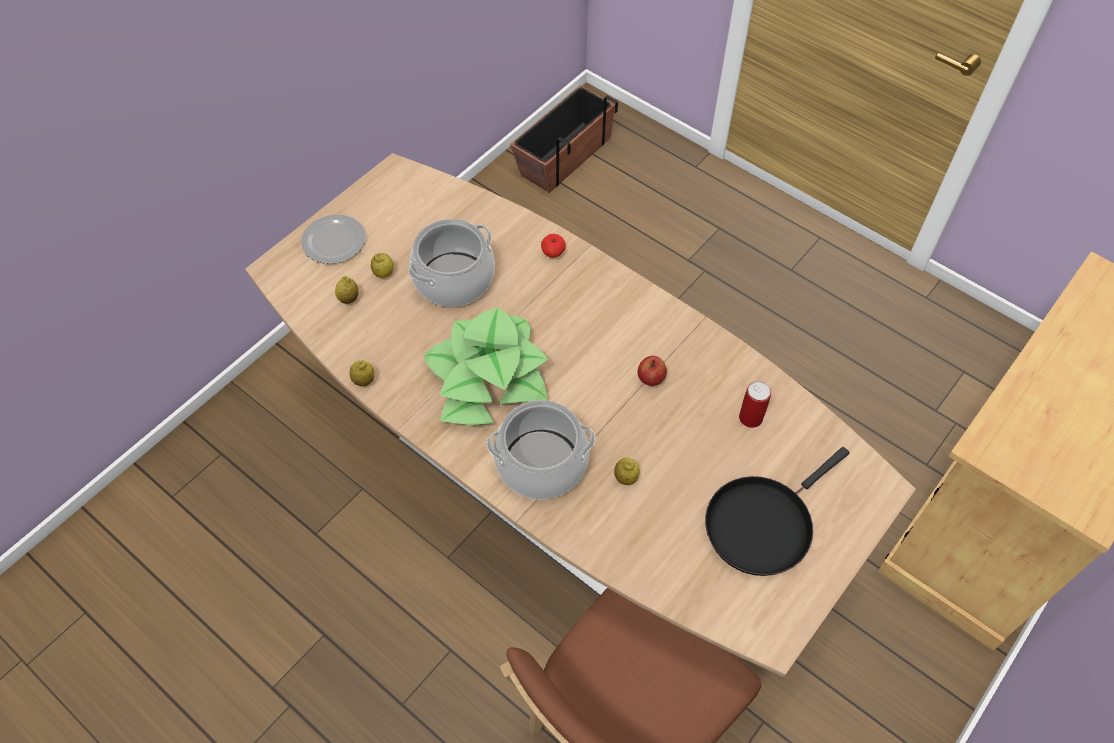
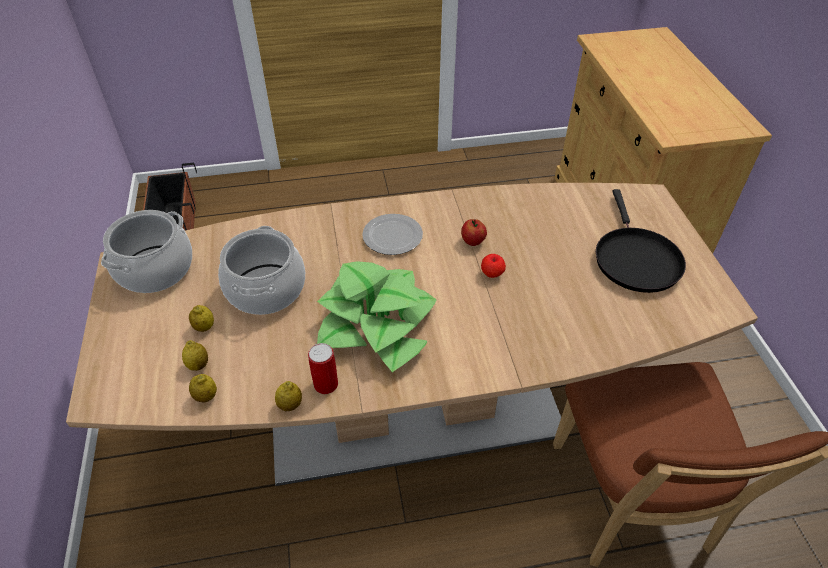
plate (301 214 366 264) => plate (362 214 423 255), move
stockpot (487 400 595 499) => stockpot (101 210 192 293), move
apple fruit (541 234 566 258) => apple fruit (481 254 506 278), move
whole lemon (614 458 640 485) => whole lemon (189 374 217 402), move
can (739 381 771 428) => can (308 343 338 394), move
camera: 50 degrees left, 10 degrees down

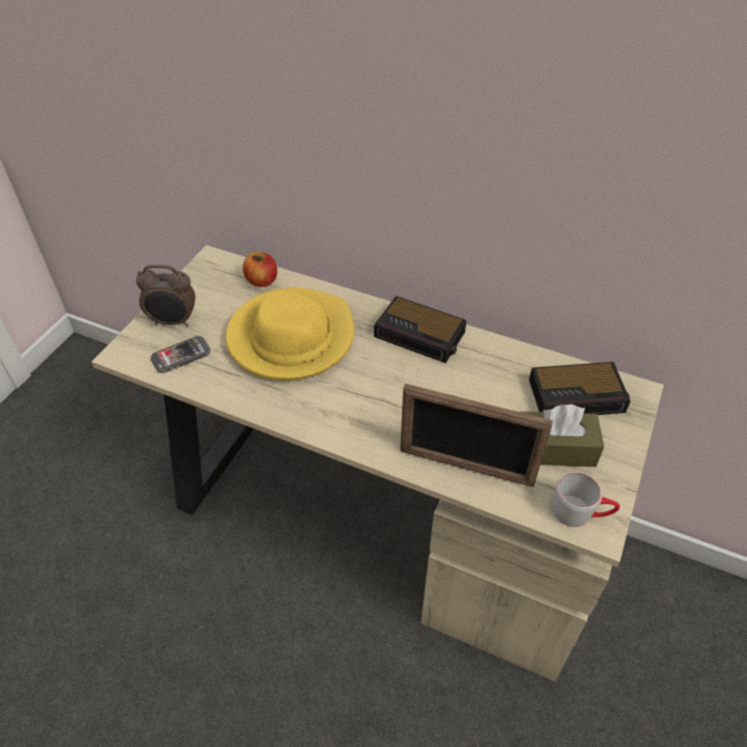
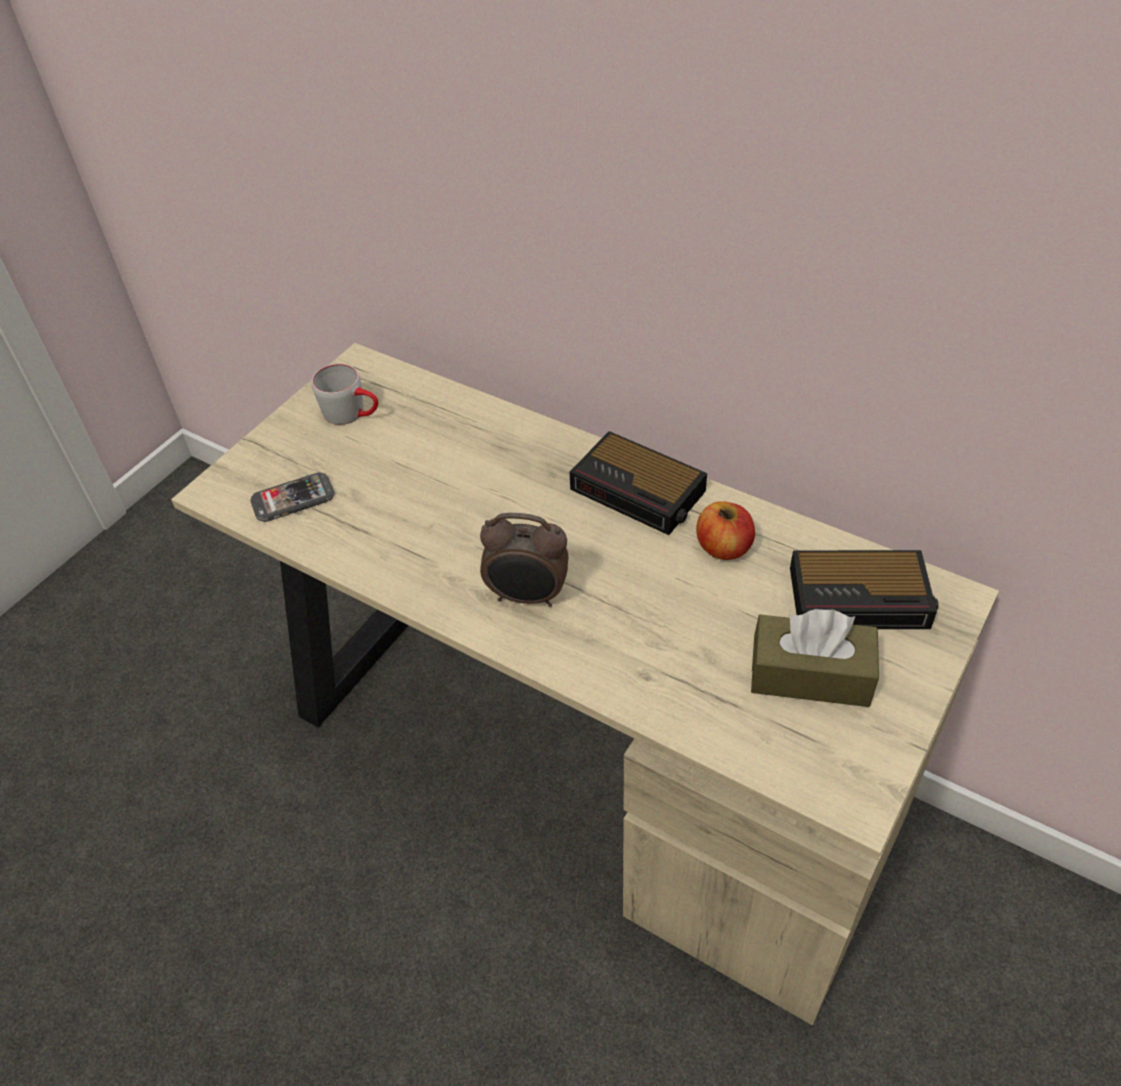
table clock (136 264 195 326) => table clock (480 513 568 607), move
yellow wearable hat (226 288 354 381) => nothing
apple fruit (243 252 277 287) => apple fruit (696 501 755 560), move
photo frame (400 384 553 487) => nothing
gray tea mug (553 472 620 527) => gray tea mug (312 364 378 425), move
camera: 10 degrees right, 0 degrees up

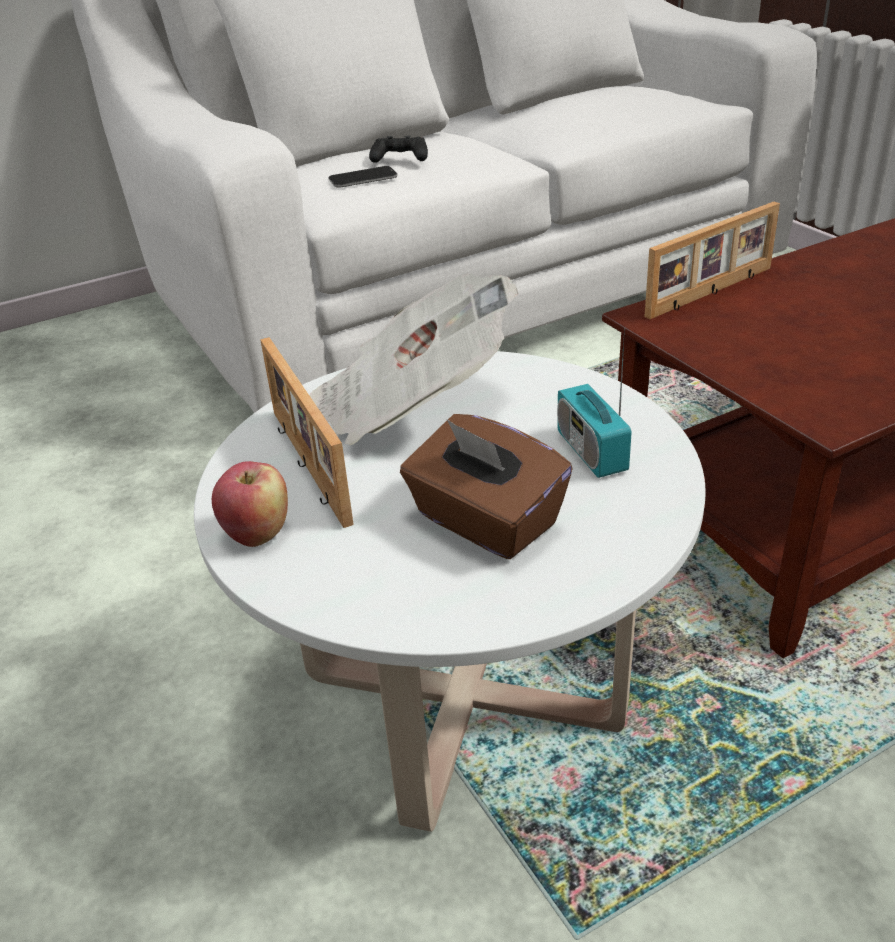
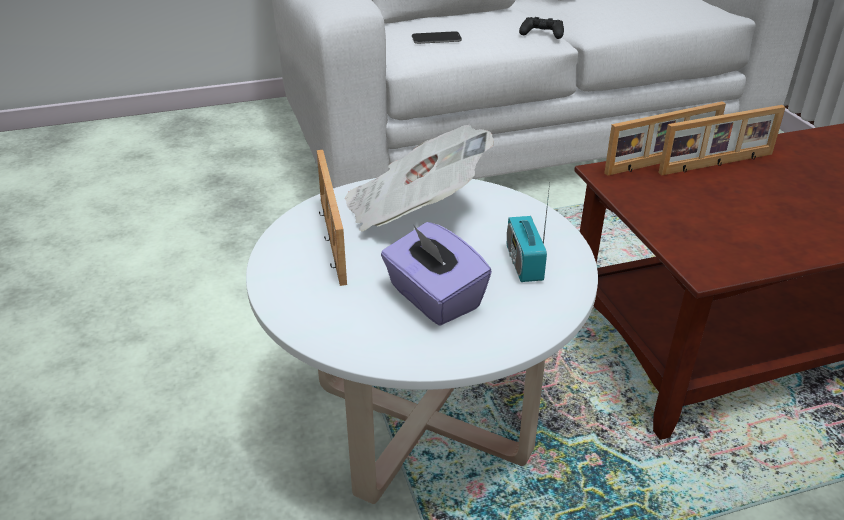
apple fruit (212 461 288 547) => nothing
black joypad (369 135 428 163) => black joypad (519 17 564 39), move
brownish tissue holder (400 414 573 559) => purple-coloured tissue holder (381 222 492 326)
nothing => photo frame (658 105 785 175)
camera: 10 degrees right, 0 degrees up

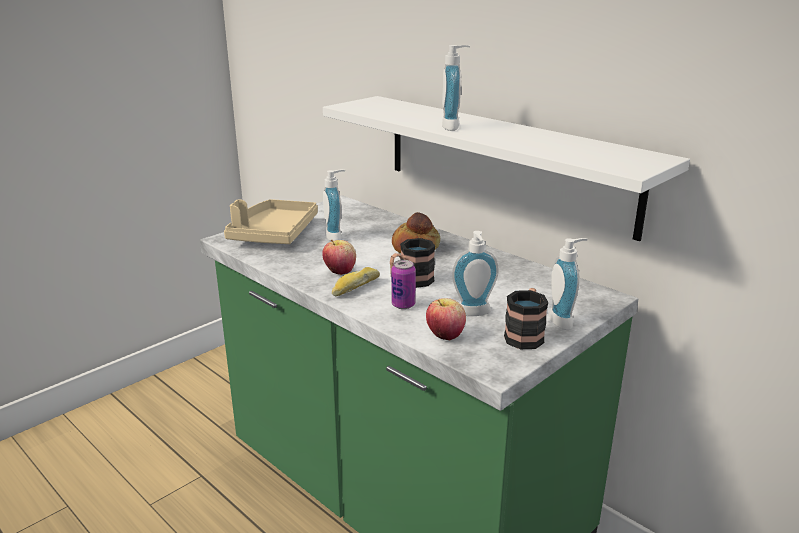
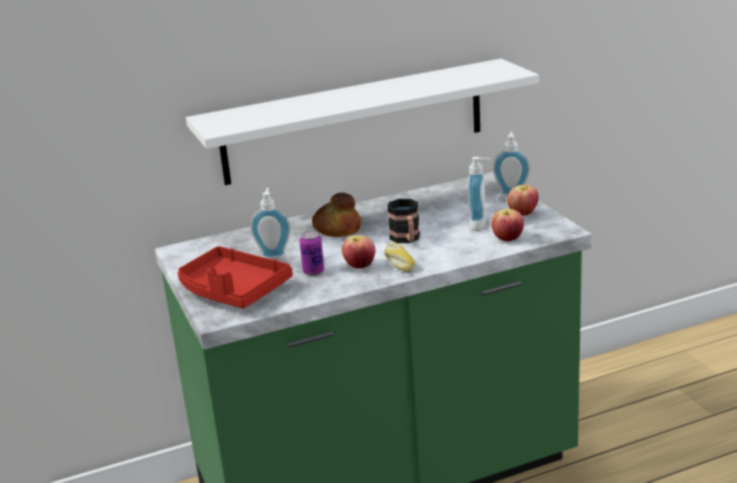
sand-coloured tray (224 199 318 244) => reddish tray (178 246 293 308)
can (391 260 416 309) => can (300 231 324 276), move
liquid soap bottle (442 45 470 131) => nothing
tea mug (504 288 549 349) => apple fruit (507 185 539 216)
camera: 65 degrees left, 0 degrees up

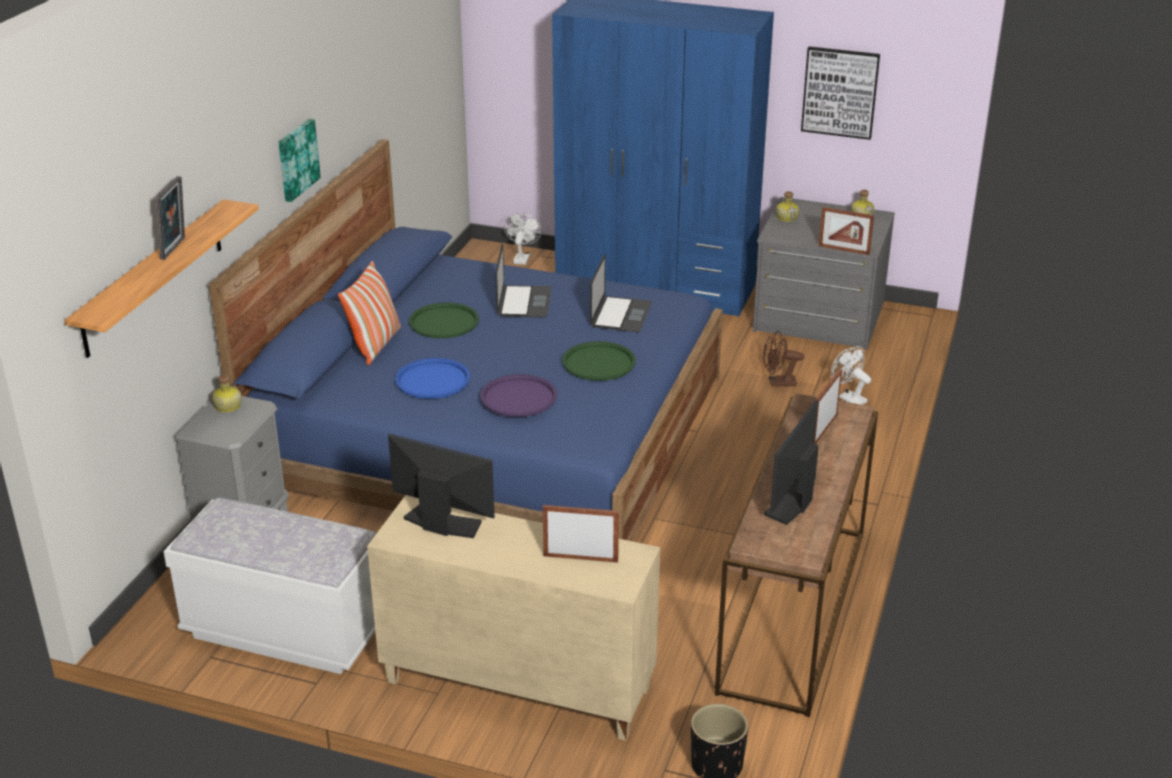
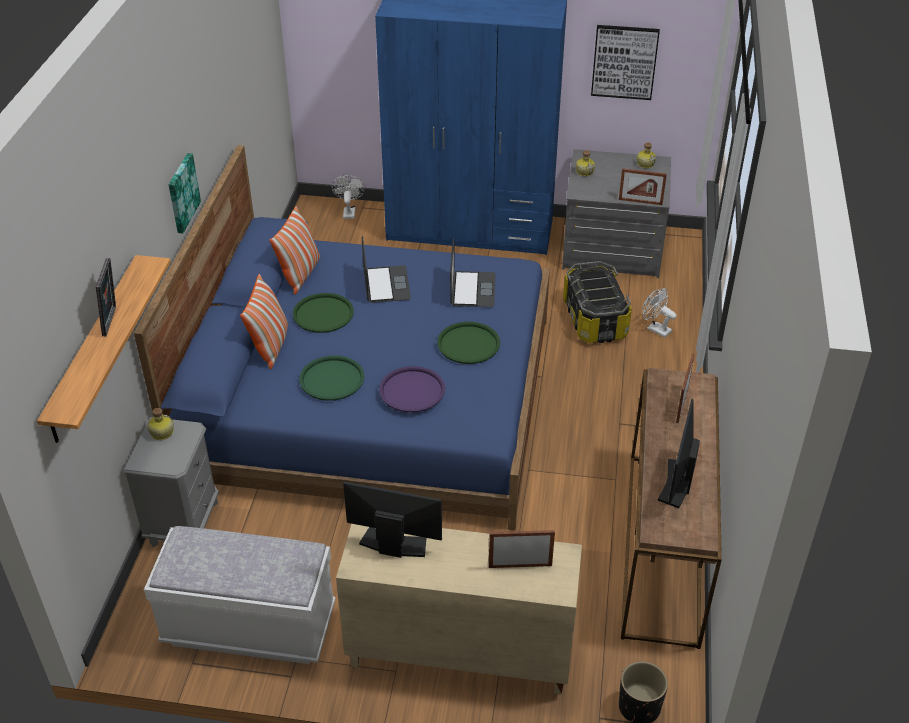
blue-coloured tray (395 358 470 399) => greenish tray (299 356 365 401)
brownish electric fan (763 331 804 386) => storage box (563 261 632 343)
nothing => cushion (269 206 320 295)
camera: 10 degrees left, 10 degrees up

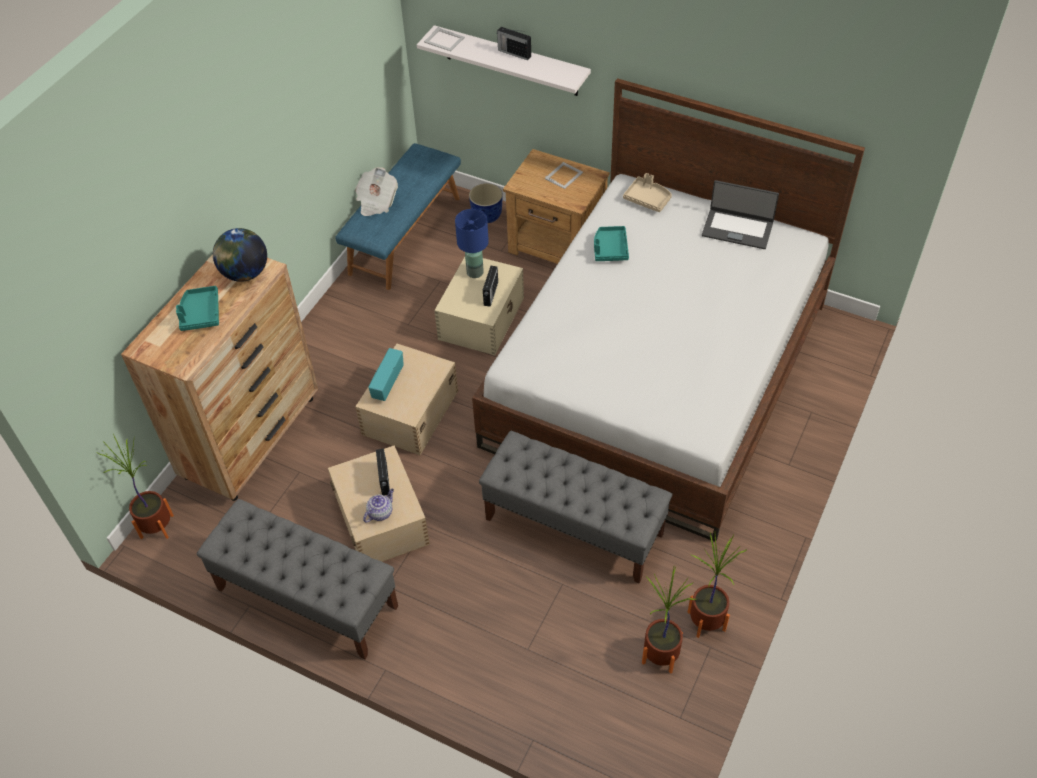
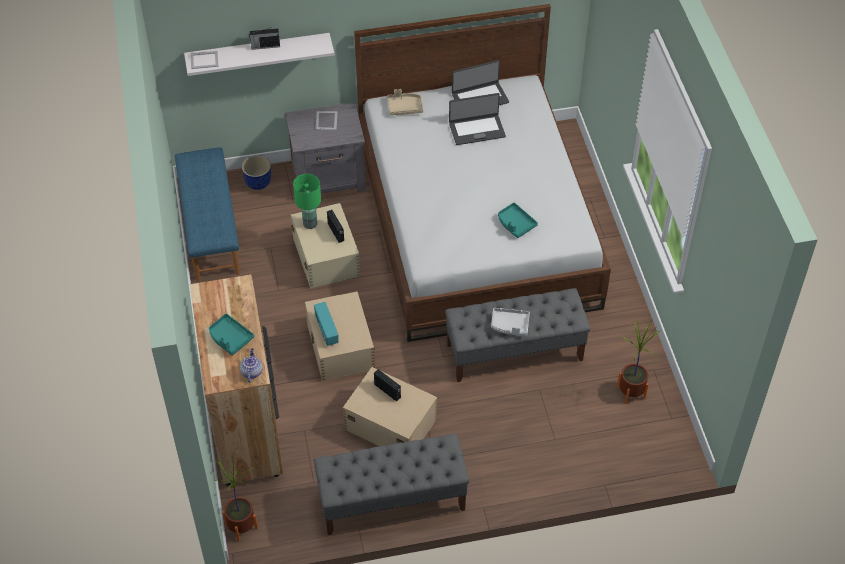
world globe (213 228 267 282) => nothing
printed paper (355 167 398 216) => nothing
pot for tea (363 489 394 523) => pot for tea (240 348 262 383), move
blue-coloured table lamp (455 209 489 278) => greenish table lamp (293 174 321 229)
brownish bedside table (503 149 610 264) => gray bedside table (285 103 365 193)
turquoise tray (594 226 629 261) => turquoise tray (498 202 538 238), move
potted plant (687 533 747 638) => nothing
nothing => laptop (449 93 506 145)
nothing => gray tray (491 308 530 336)
camera: 40 degrees left, 0 degrees up

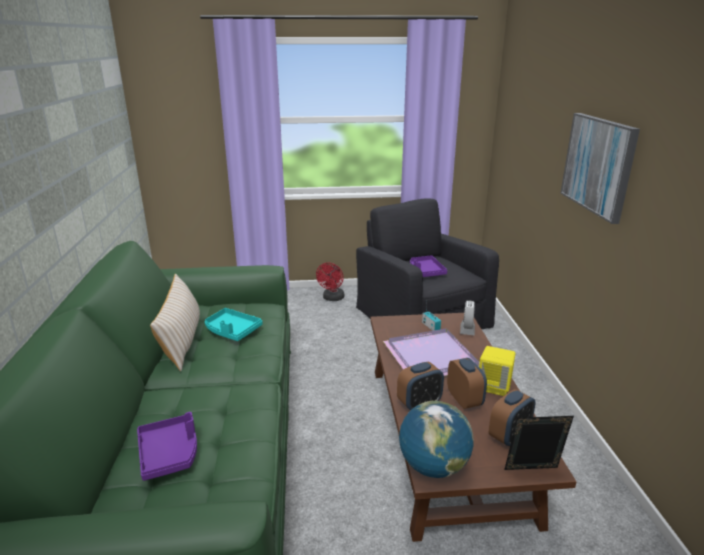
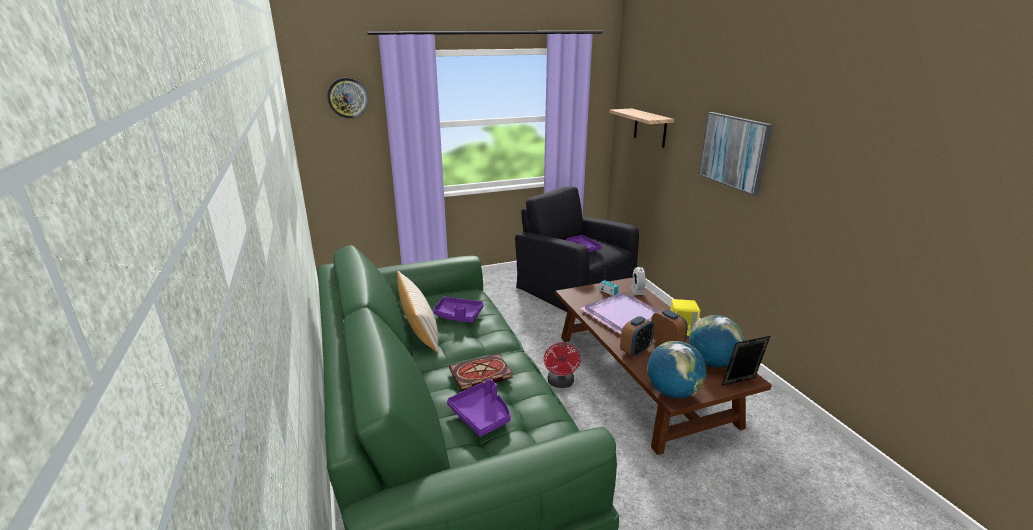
turquoise tray (204 308 262 341) => purple-coloured tray (433 297 484 323)
reddish electric fan (316 262 344 301) => reddish electric fan (544 342 581 388), move
table clock (489 389 535 447) => world globe (689 315 744 367)
nothing => clock on the wall (327 78 368 118)
nothing => bound book (449 354 513 391)
nothing => shelf (609 108 674 148)
camera: 15 degrees left, 0 degrees up

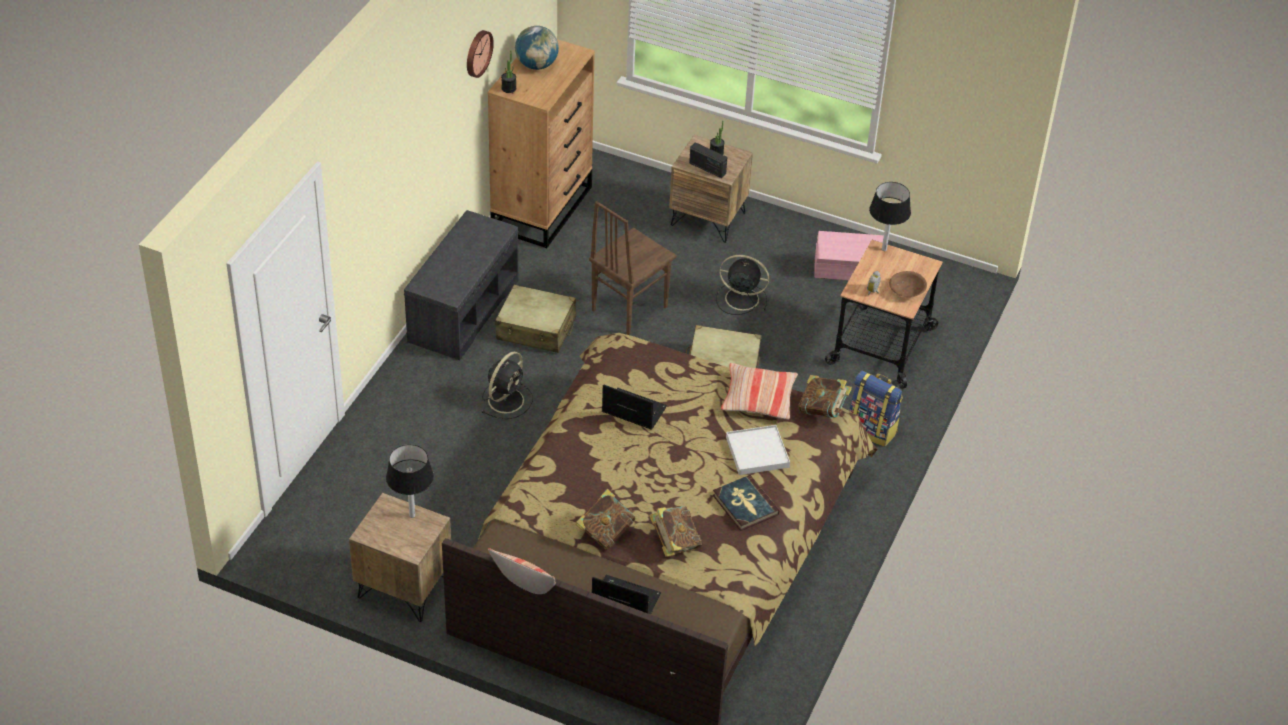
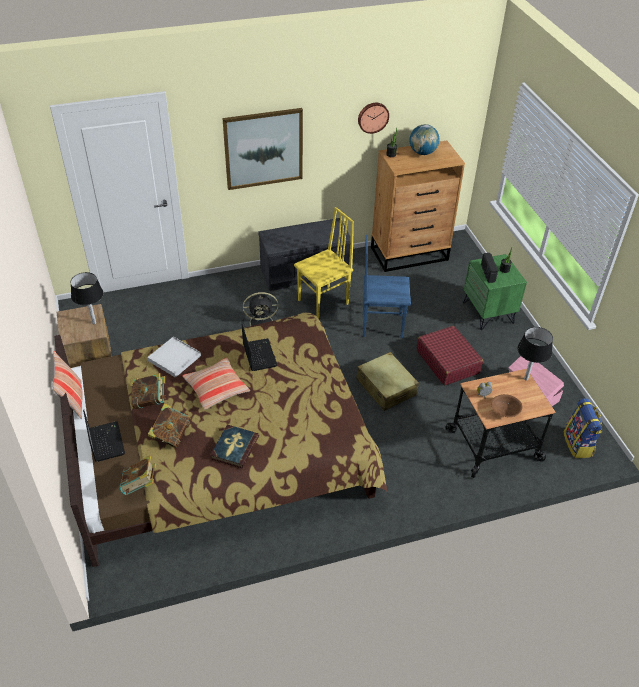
sand-coloured piece of luggage (495 285 576 353) => yellow plain chair (294 207 354 319)
brownish plain chair (589 201 676 335) => blue-coloured plain chair (363 235 411 338)
brownish bedside table (669 135 753 243) => greenish bedside table (463 254 527 330)
black electric fan (716 255 769 315) => reddish piece of luggage (417 326 483 385)
cushion (721 363 798 420) => cushion (182 358 250 410), move
white tray (726 425 790 475) => white tray (147 337 201 378), move
bound book (798 375 852 418) => bound book (120 455 156 495), move
backpack (849 370 903 447) => backpack (564 398 602 458), move
nothing => wall picture (222 108 303 190)
camera: 50 degrees right, 0 degrees up

